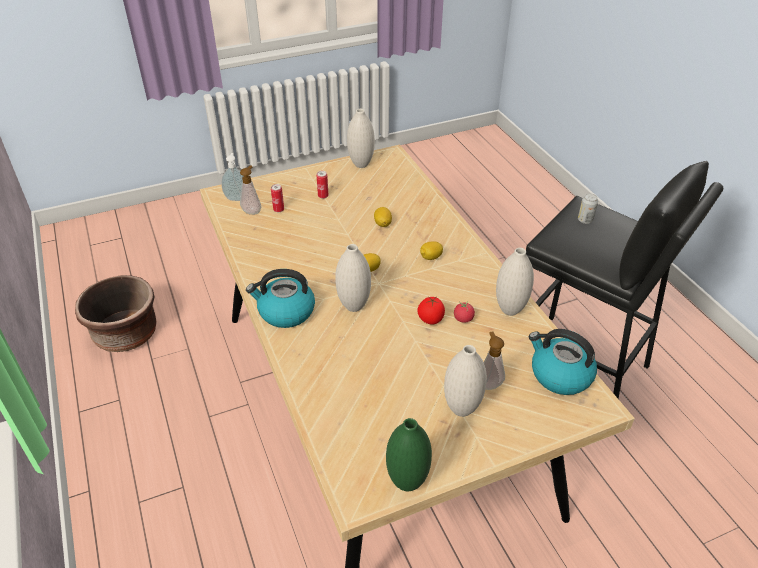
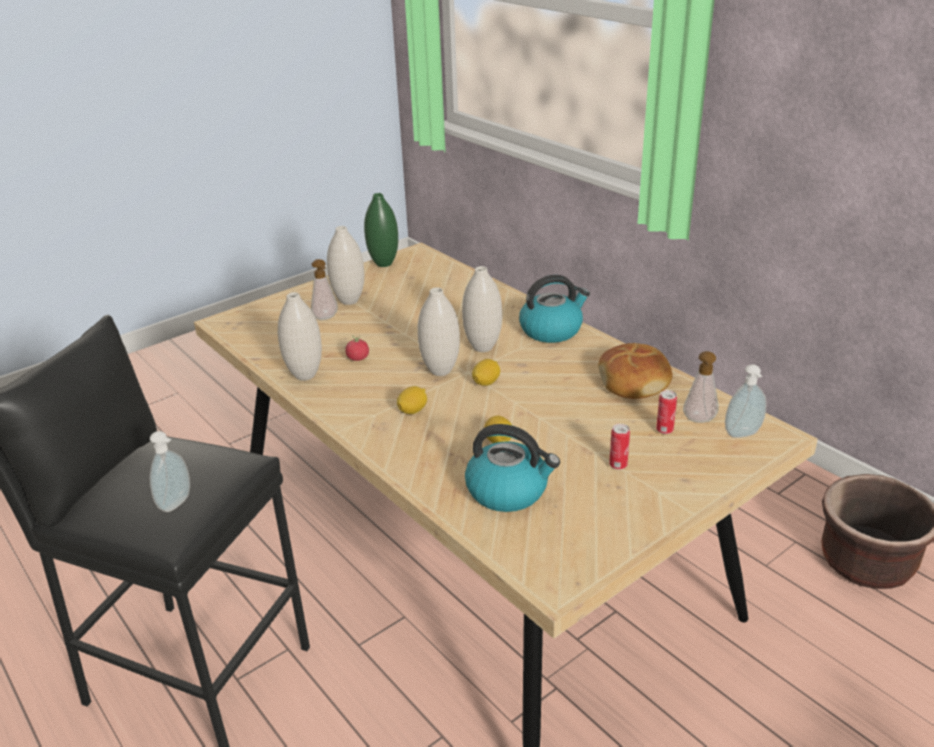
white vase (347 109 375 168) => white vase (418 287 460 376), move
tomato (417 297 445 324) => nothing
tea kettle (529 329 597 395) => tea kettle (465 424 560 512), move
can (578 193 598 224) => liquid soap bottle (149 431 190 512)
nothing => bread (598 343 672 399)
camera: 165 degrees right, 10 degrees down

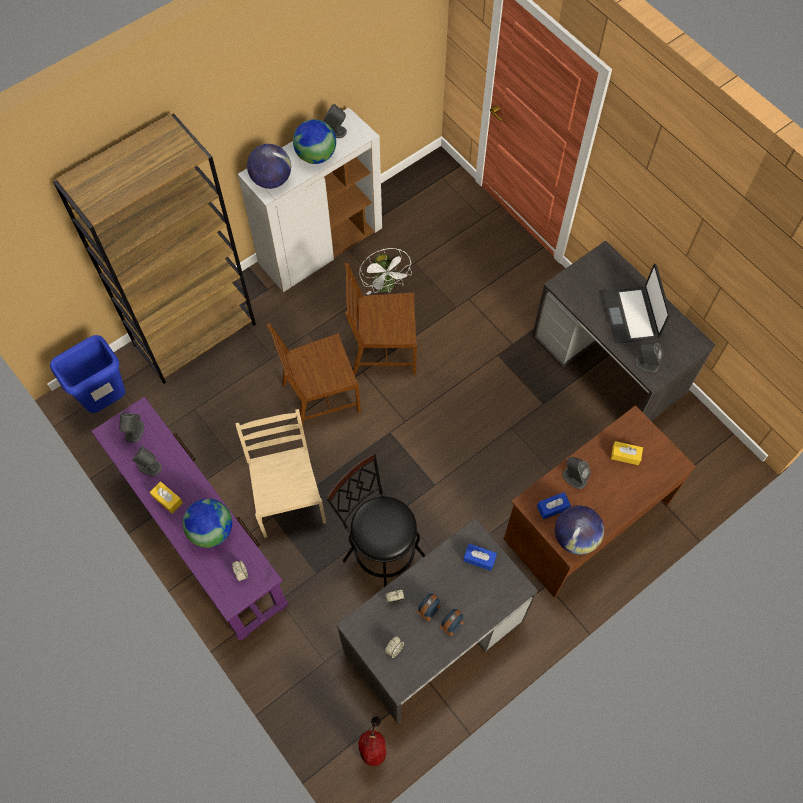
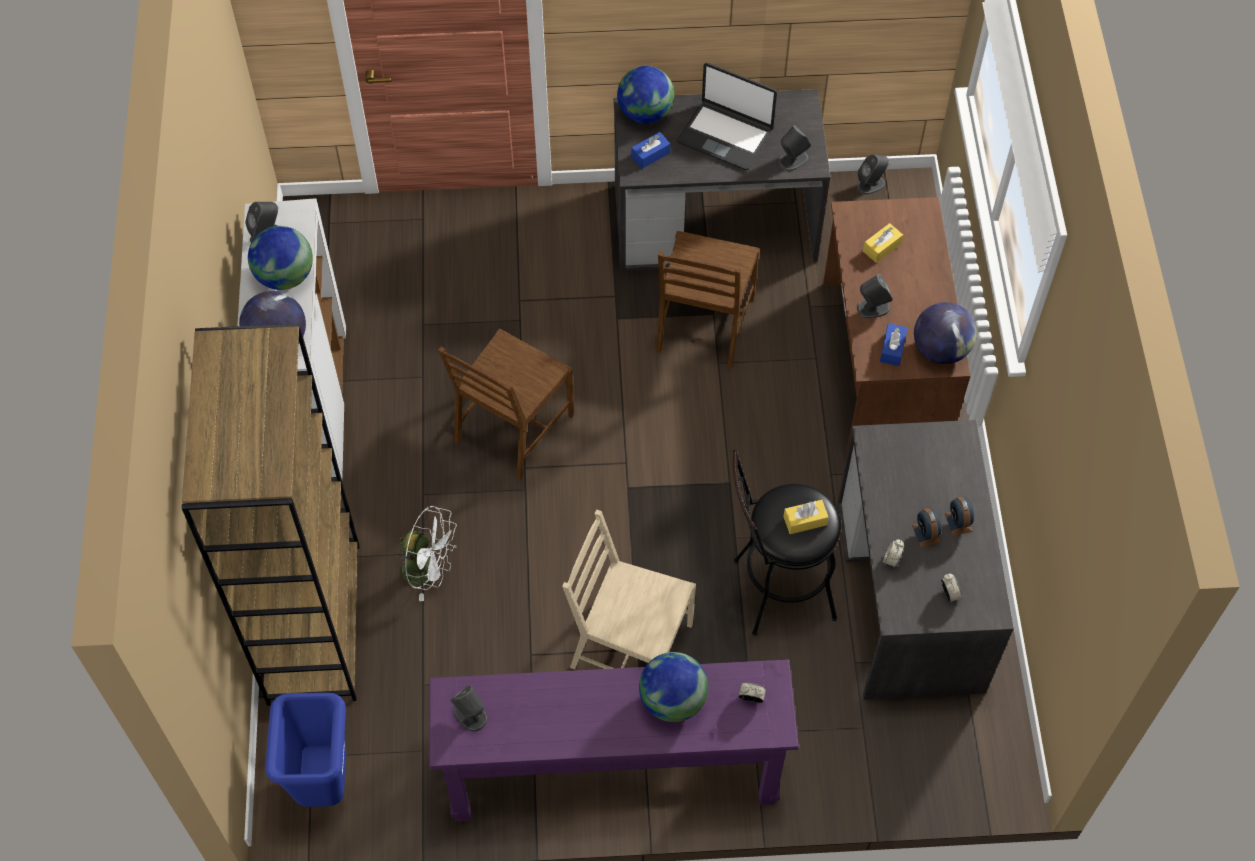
gray audio speaker (132 446 162 476) => gray audio speaker (856 154 889 195), move
yellow tissue holder (150 481 183 514) => yellow tissue holder (784 500 829 534), move
brownish plain chair (267 323 361 431) => brownish plain chair (656 231 760 369), move
fire-fighting cylinder (358 716 386 766) => nothing
white electric fan (359 248 412 295) => white electric fan (396 506 457 601), move
blue-coloured tissue holder (463 544 497 571) => blue-coloured tissue holder (631 132 670 169), move
nothing => world globe (617 66 674 124)
camera: 55 degrees left, 5 degrees down

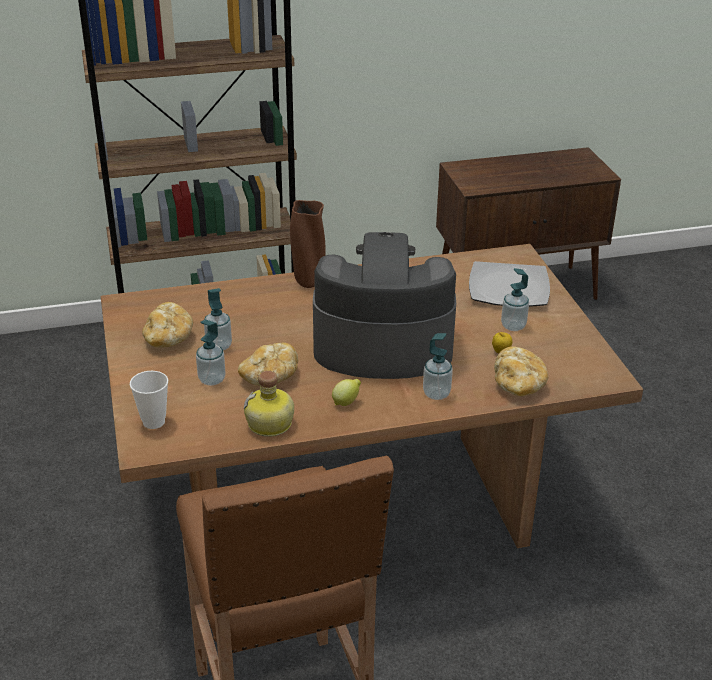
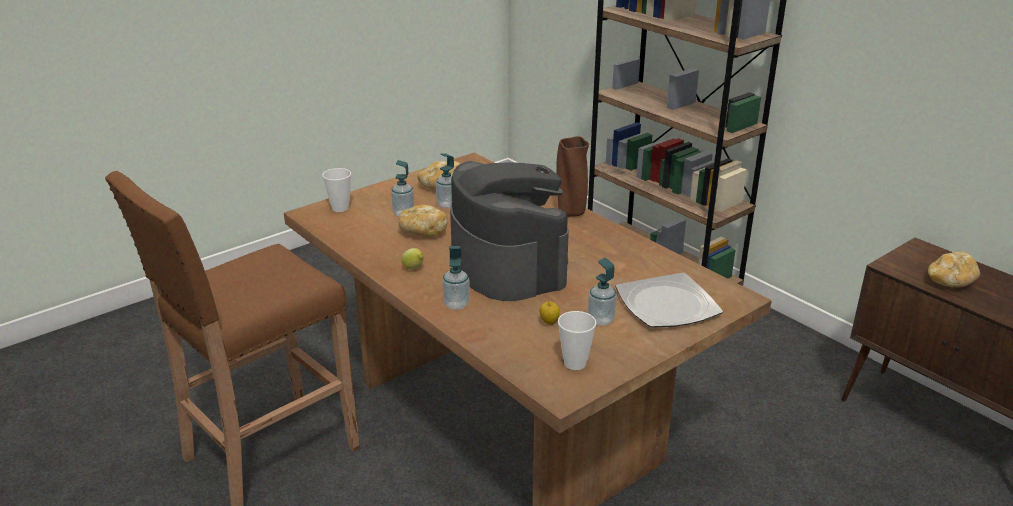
bottle (244 371 294 437) => nothing
bread (494 346 548 396) => bread (928 251 980 287), move
nothing => cup (558 311 596 370)
camera: 65 degrees right, 5 degrees down

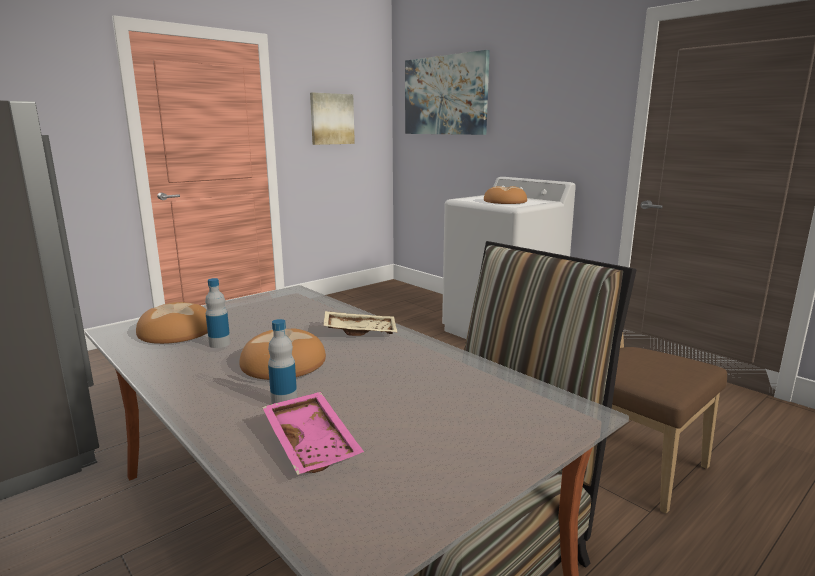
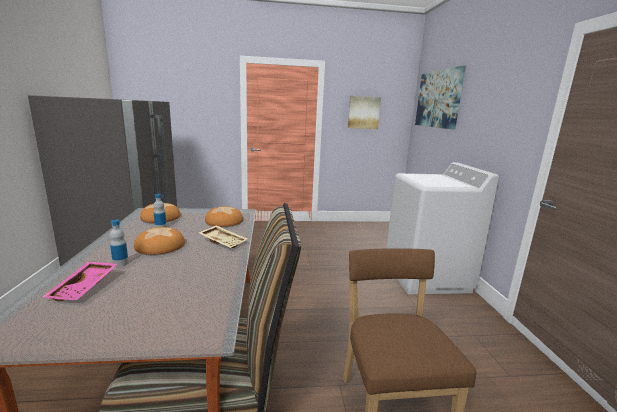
bread (484 186 527 204) => bread (205 206 243 227), move
camera: 35 degrees right, 0 degrees up

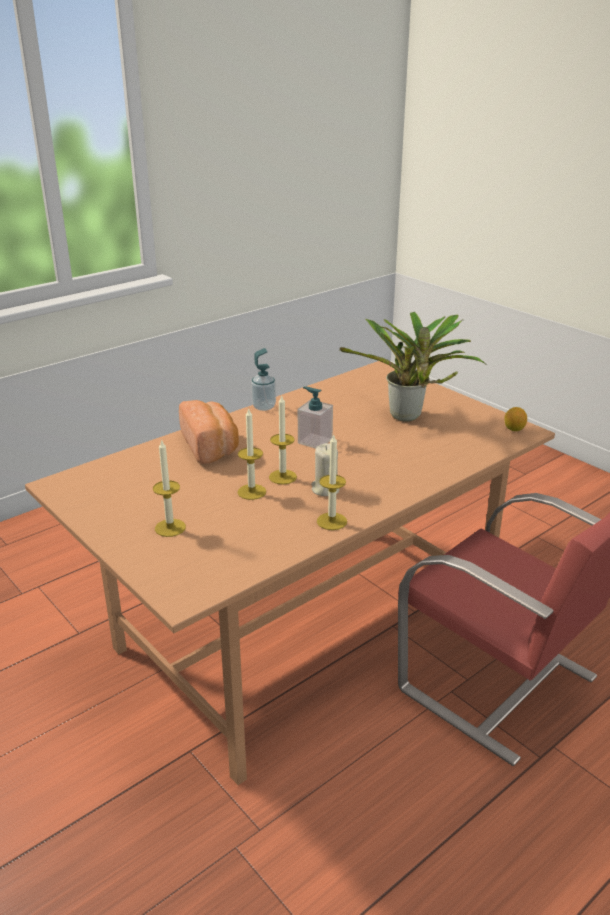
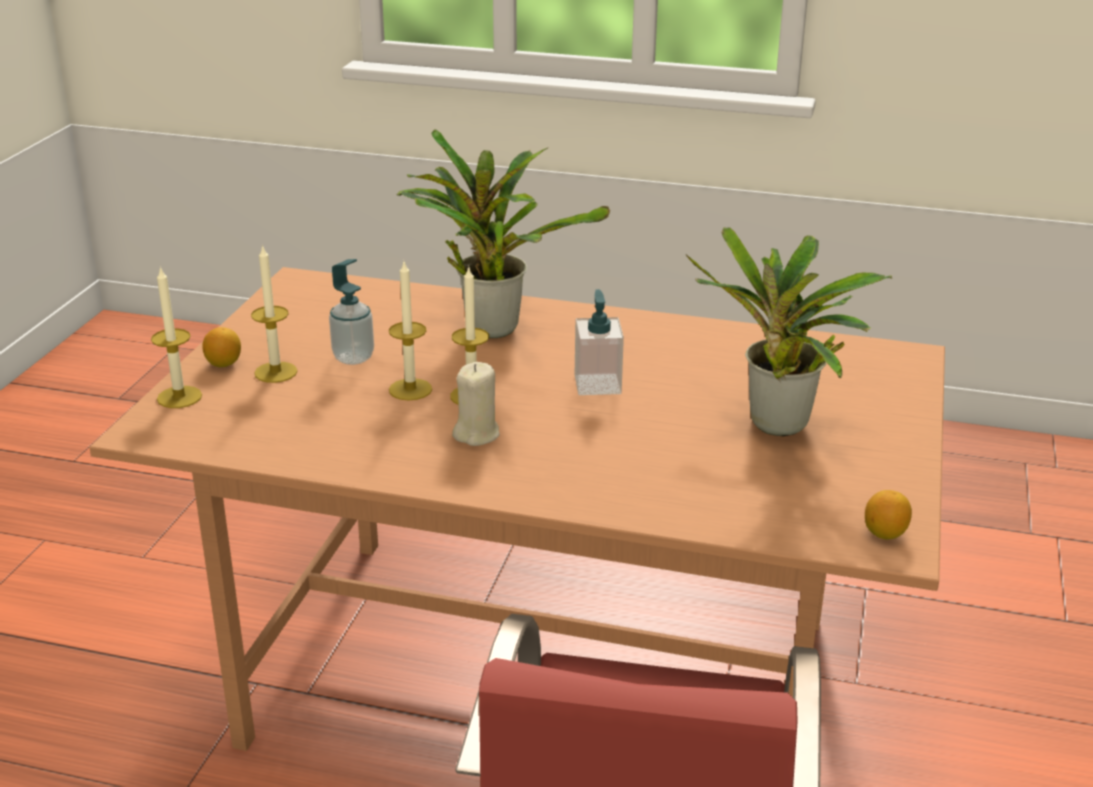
bread (179 400 239 464) => potted plant (397 130 610 338)
liquid soap bottle (251 348 276 411) => liquid soap bottle (329 259 374 365), move
candle (317 434 347 530) => candle (151 266 202 408), move
nothing => whole lemon (202 327 241 367)
camera: 55 degrees right, 0 degrees up

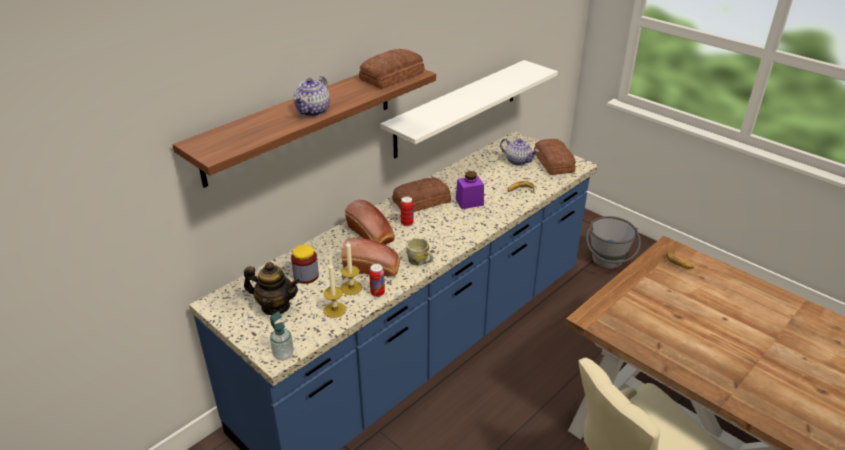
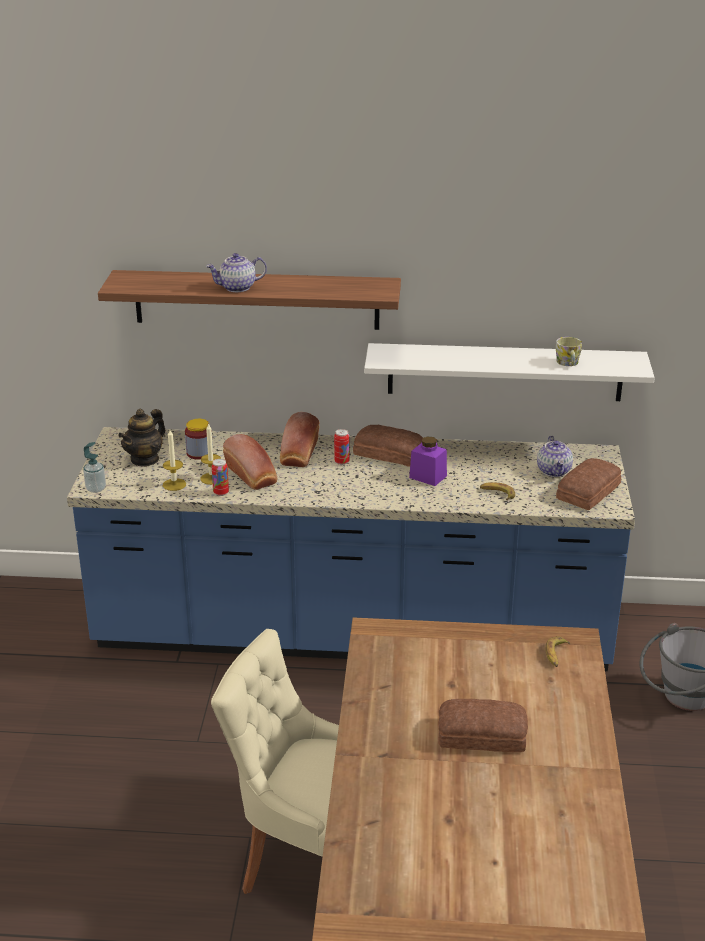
pot for tea (244 262 300 315) => pot for tea (118 409 165 467), 60 degrees clockwise
bread (359 49 424 89) => bread (438 699 528 752), move
tea mug (406 238 433 266) => tea mug (556 337 582 366), move
camera: 50 degrees right, 5 degrees down

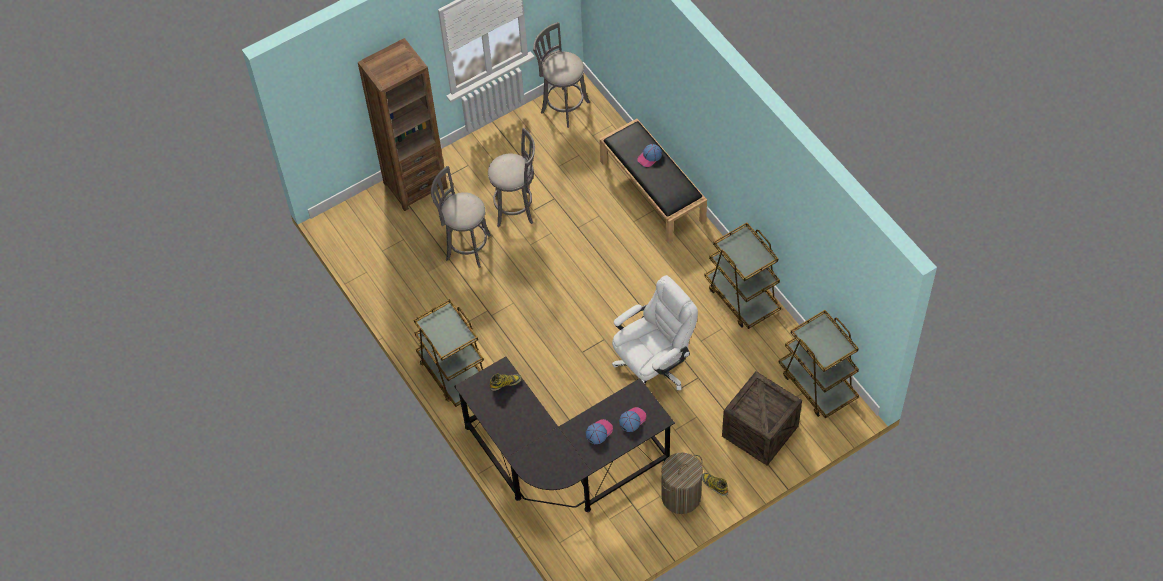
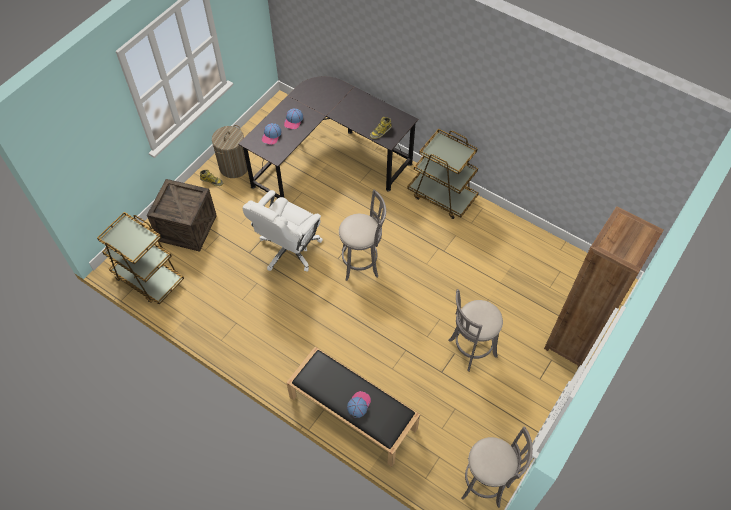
gray stool seat (431 166 492 268) => gray stool seat (339 190 386 281), move
brownish cart (704 223 781 329) => nothing
camera: 155 degrees right, 0 degrees up

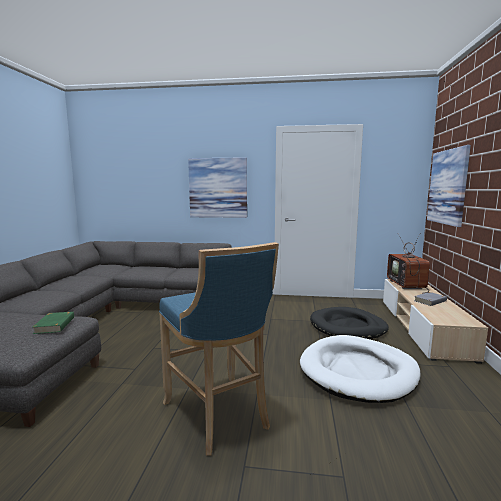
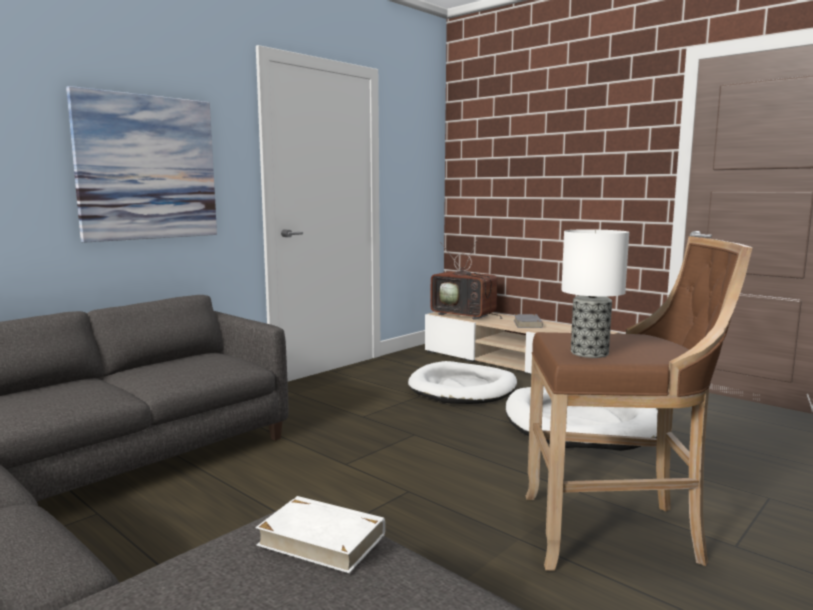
greenish bound book (33 312 74 334) => white bound book (256 496 385 573)
blue-coloured stool seat (159 242 279 456) => brownish stool seat (526 236 752 571)
black dog cushion (310 307 389 339) => white dog cushion (408 361 517 404)
wall picture (427 145 471 227) => nothing
nothing => table lamp (561 229 629 358)
camera: 55 degrees left, 0 degrees up

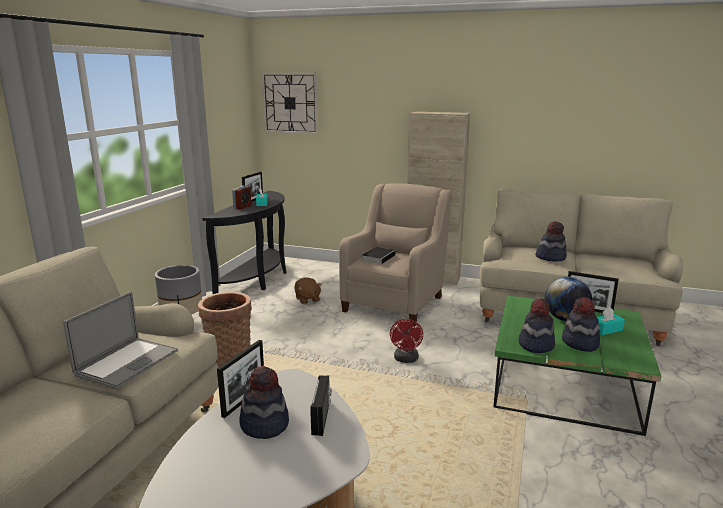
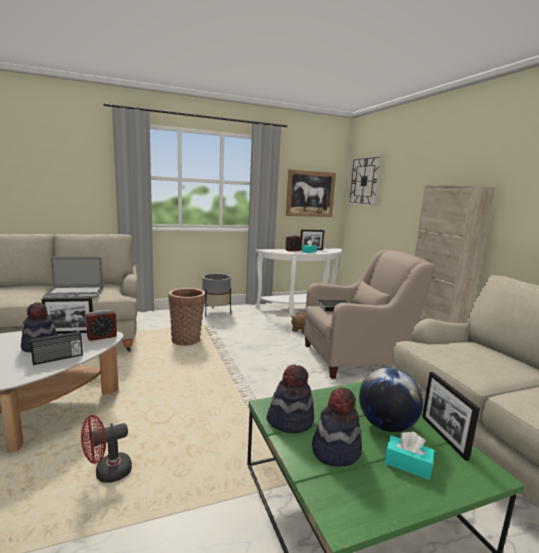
black narrow table (203 191 287 294) => white narrow table (256 249 342 315)
reddish electric fan (390 319 423 363) => reddish electric fan (81 415 132 483), move
wearable hat (535 221 567 262) => nothing
nothing => table clock (86 310 117 341)
nothing => wall picture (286 170 336 217)
camera: 50 degrees right, 5 degrees down

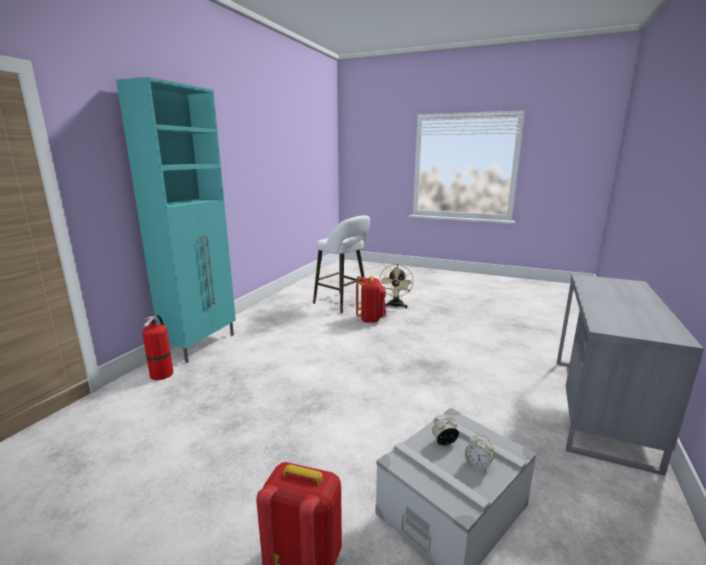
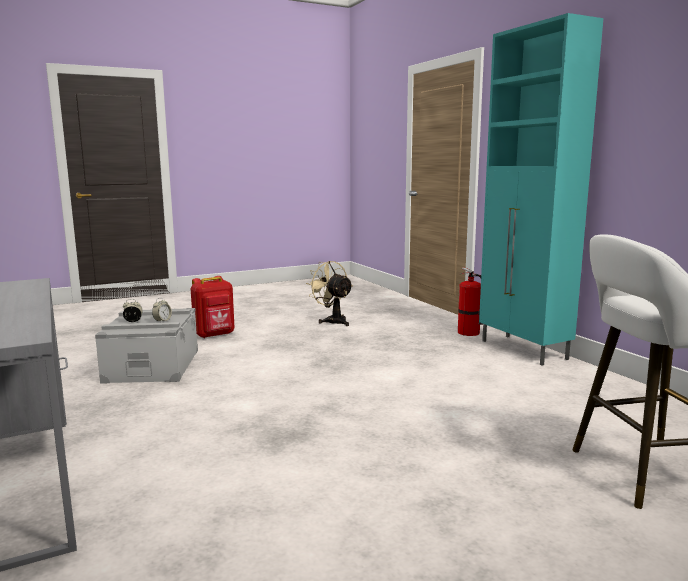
reddish backpack (356 276 386 323) => nothing
sand-coloured electric fan (379 264 414 308) => sand-coloured electric fan (306 261 353 326), move
camera: 130 degrees right, 5 degrees down

